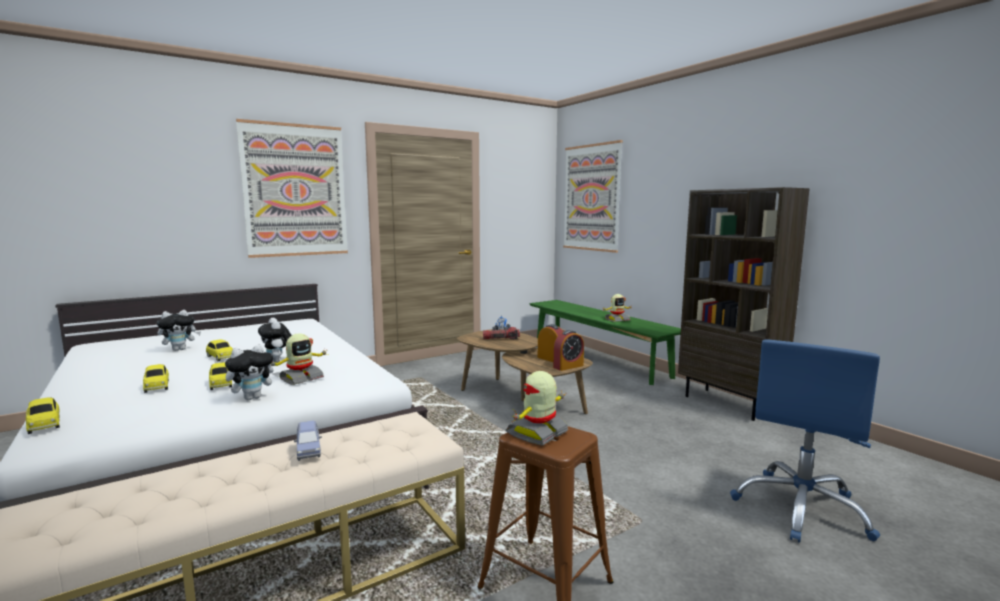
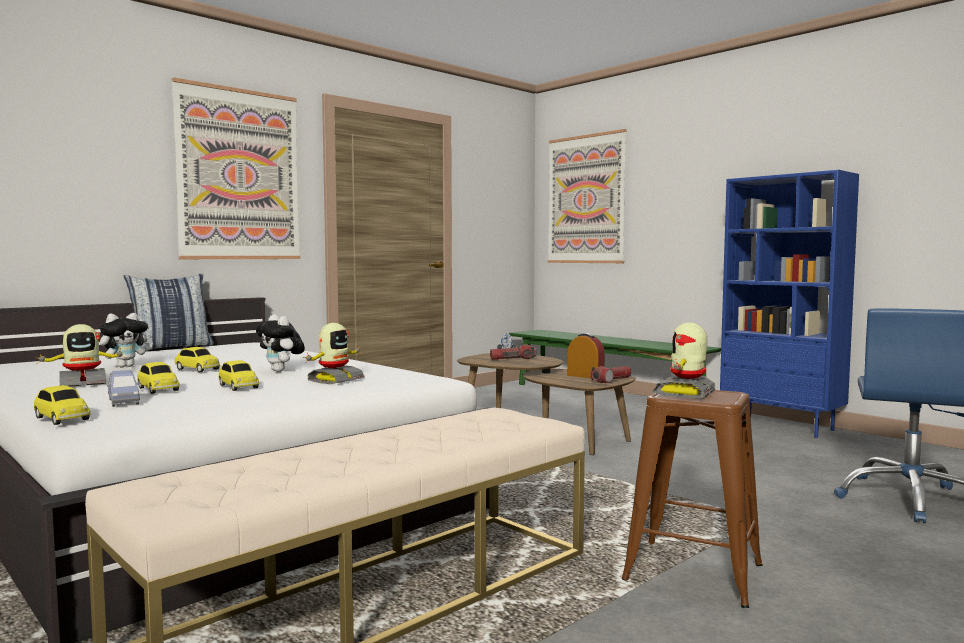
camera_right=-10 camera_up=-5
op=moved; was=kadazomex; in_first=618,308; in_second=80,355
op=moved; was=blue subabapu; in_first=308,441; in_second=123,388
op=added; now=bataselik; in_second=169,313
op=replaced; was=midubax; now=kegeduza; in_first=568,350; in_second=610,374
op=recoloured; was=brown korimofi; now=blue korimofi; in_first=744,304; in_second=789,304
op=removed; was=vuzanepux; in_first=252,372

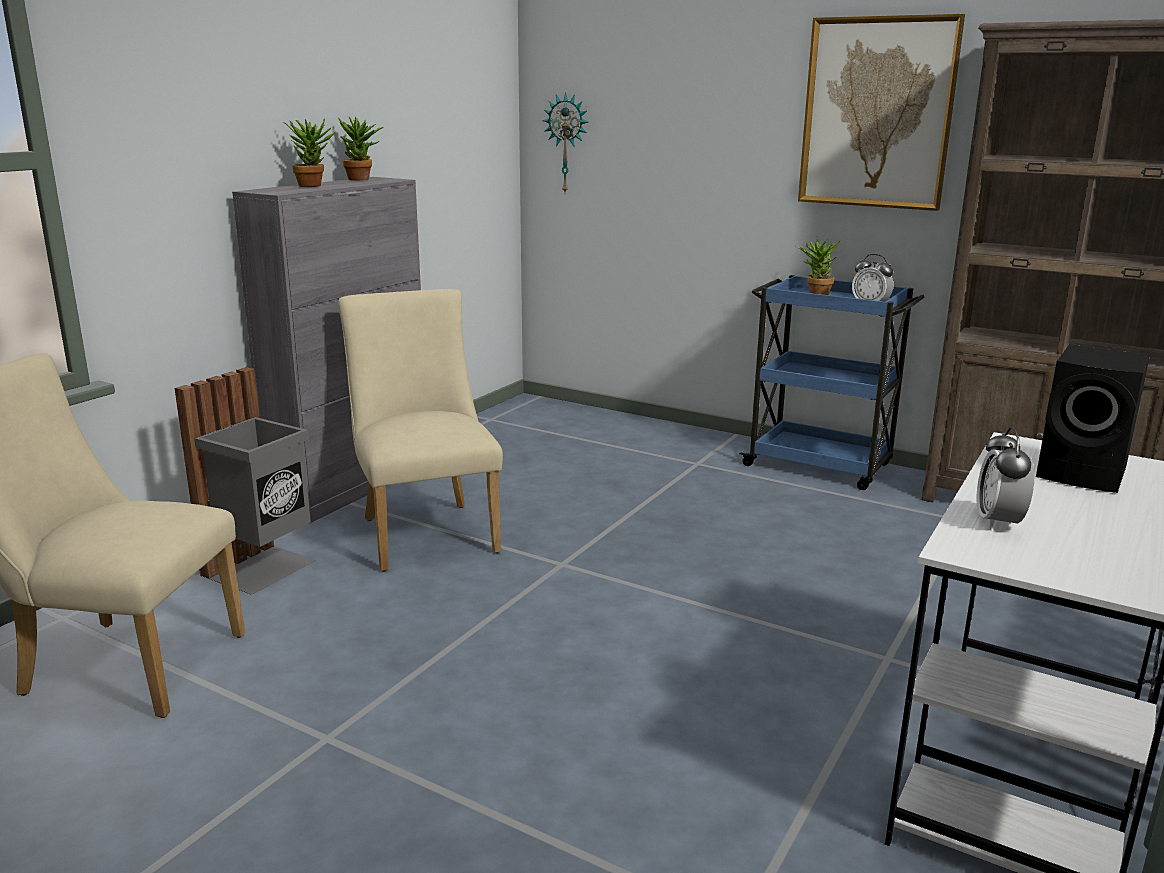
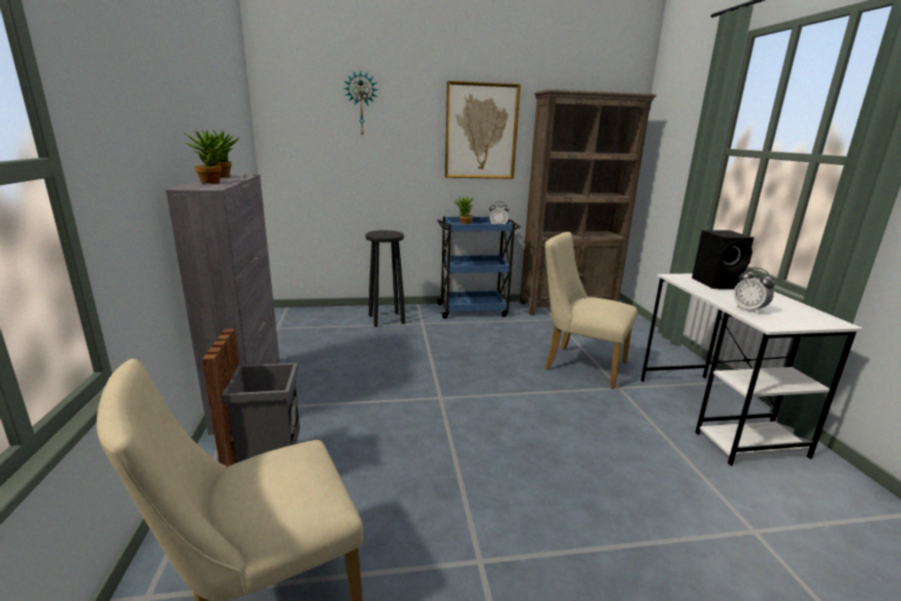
camera_right=-40 camera_up=0
op=moved; was=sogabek; in_first=565,142; in_second=361,103
op=added; now=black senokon; in_second=385,278
op=moved; was=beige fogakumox; in_first=420,430; in_second=591,310

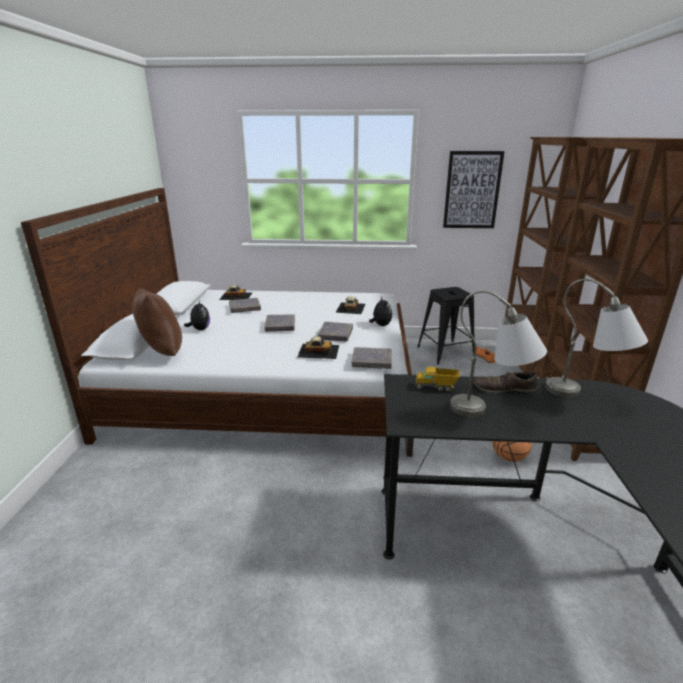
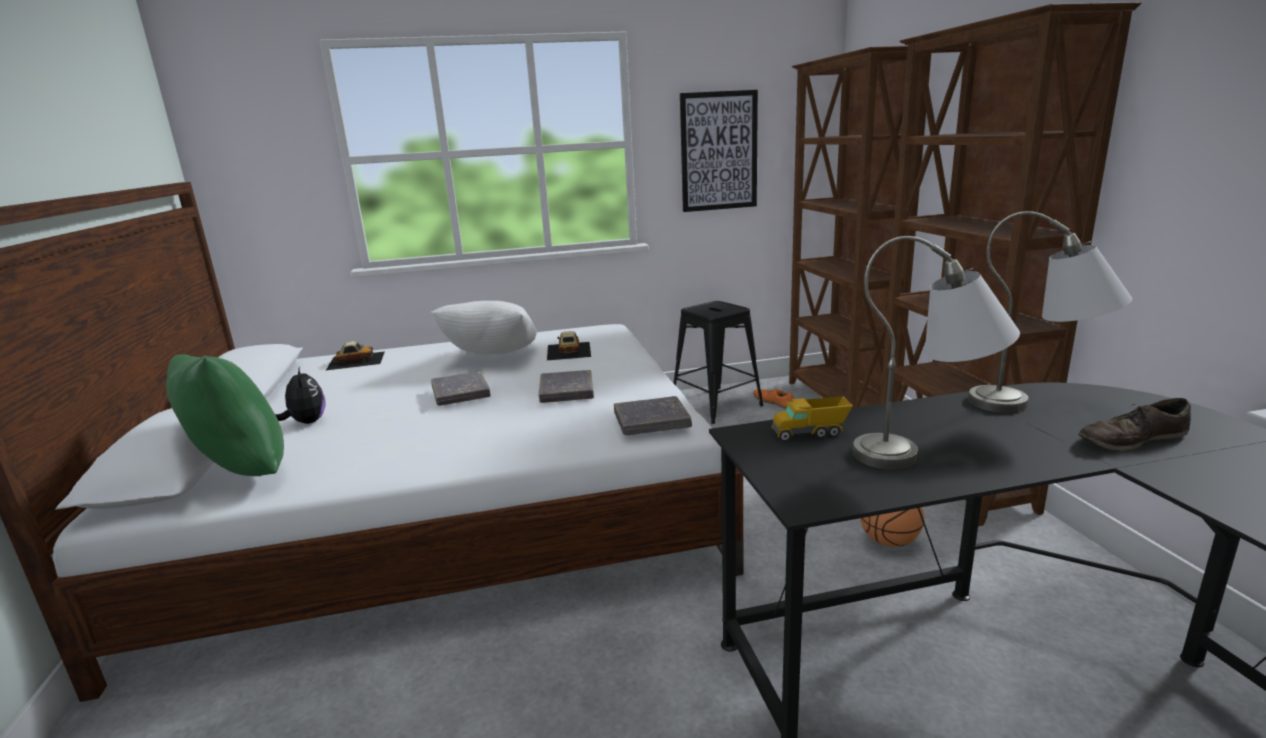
camera_right=-15 camera_up=-5
op=recoloured; was=brown bataselik; now=green bataselik; in_first=157,322; in_second=225,415
op=added; now=white bataselik; in_second=484,327
op=moved; was=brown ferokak; in_first=505,382; in_second=1134,424
op=removed; was=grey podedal; in_first=245,305
op=removed; was=subabapu; in_first=318,347
op=removed; was=vuzanepux; in_first=380,311

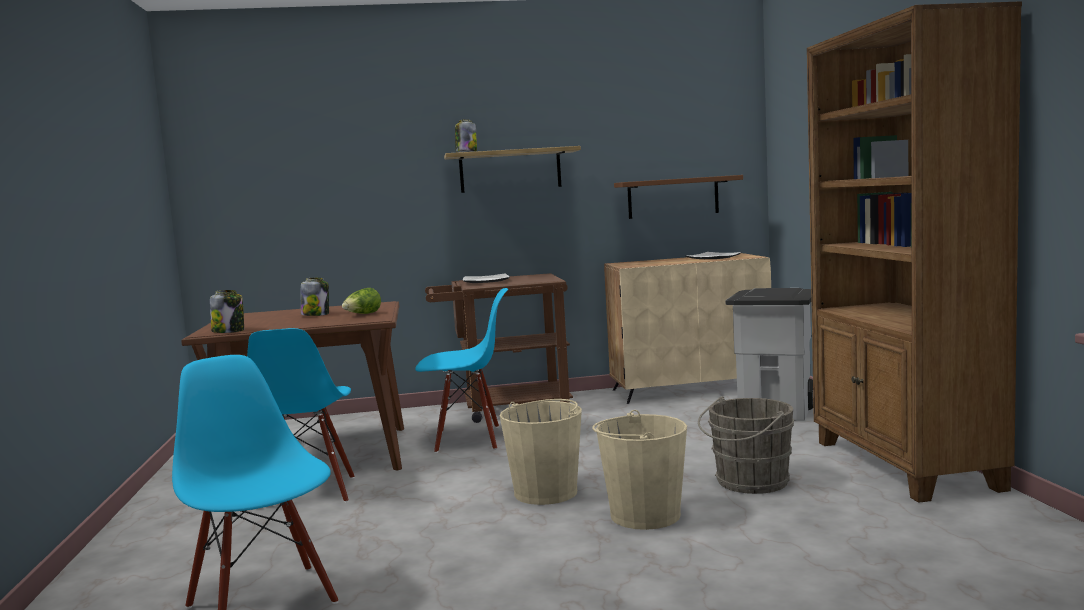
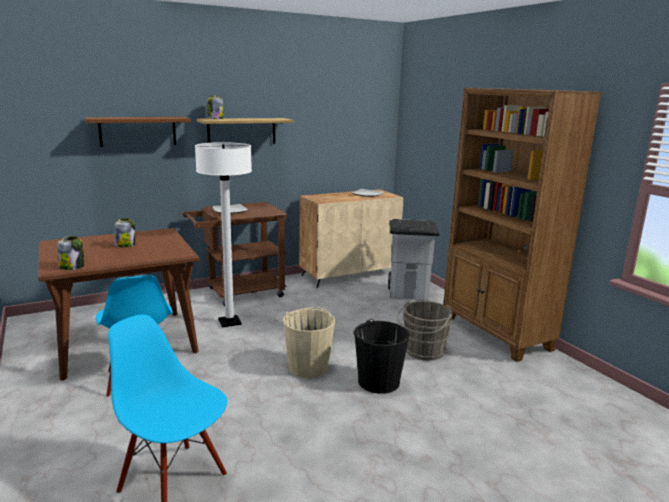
camera_right=-20 camera_up=10
op=moved; was=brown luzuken; in_first=678,197; in_second=138,132
op=replaced; was=blue fogakumox; now=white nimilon; in_first=461,370; in_second=223,234
op=recoloured; was=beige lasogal; now=black lasogal; in_first=639,470; in_second=381,356
op=removed; was=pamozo; in_first=361,301

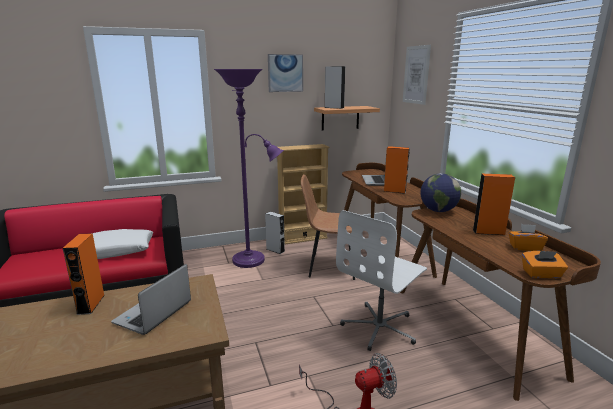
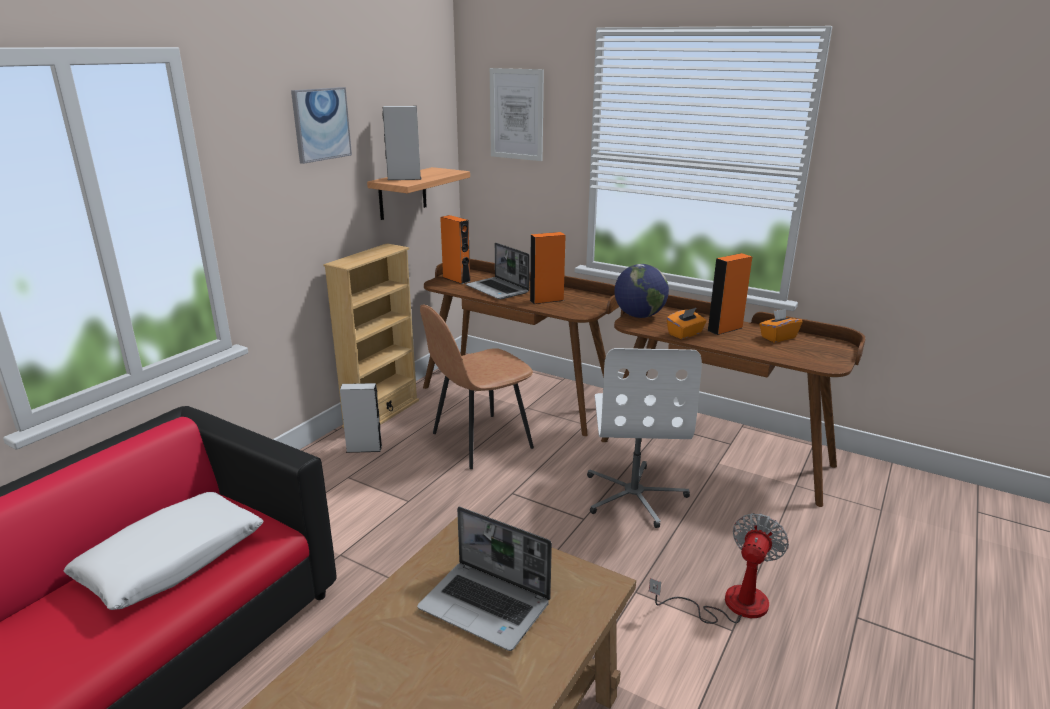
camera_right=-40 camera_up=5
op=turned; was=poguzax; in_first=151,299; in_second=484,579; clockwise=-45
op=moved; was=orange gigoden; in_first=84,274; in_second=455,249
op=moved; was=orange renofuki; in_first=545,264; in_second=687,323
op=removed; was=purple nimilon; in_first=249,168

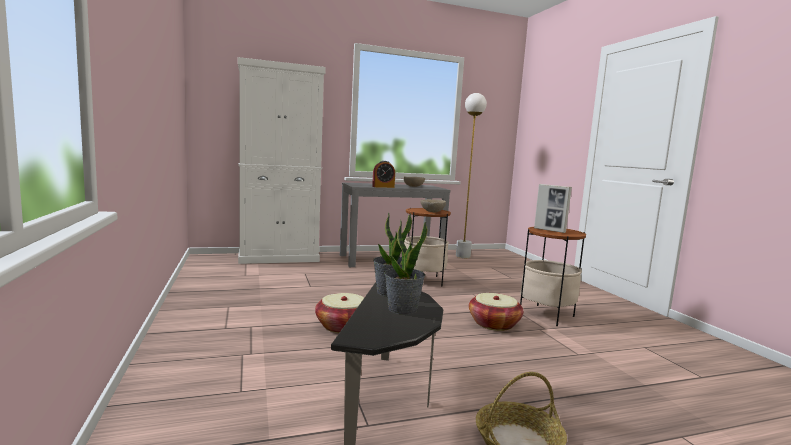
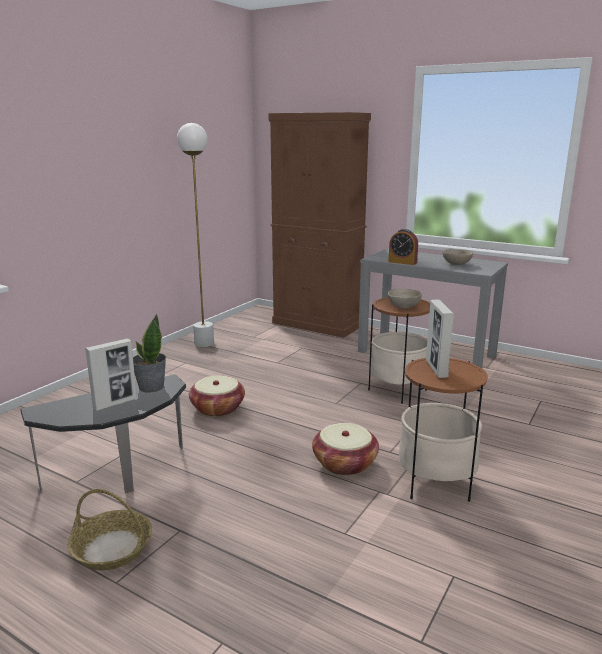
camera_right=50 camera_up=10
op=replaced; was=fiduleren; now=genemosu; in_first=406,267; in_second=111,374
op=moved; was=white nimilon; in_first=471,175; in_second=195,235
op=recoloured; was=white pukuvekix; now=brown pukuvekix; in_first=282,160; in_second=319,225

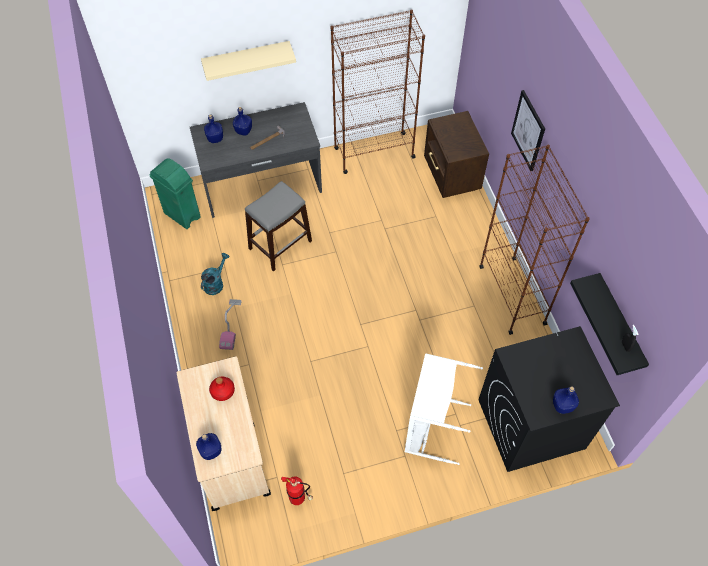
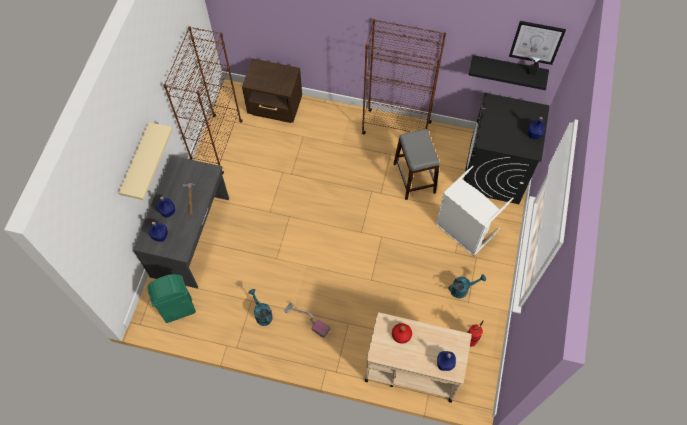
camera_right=-60 camera_up=5
op=moved; was=grey senokon; in_first=278,226; in_second=417,164
op=added; now=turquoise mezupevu; in_second=467,286
op=moved; was=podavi; in_first=528,130; in_second=537,43

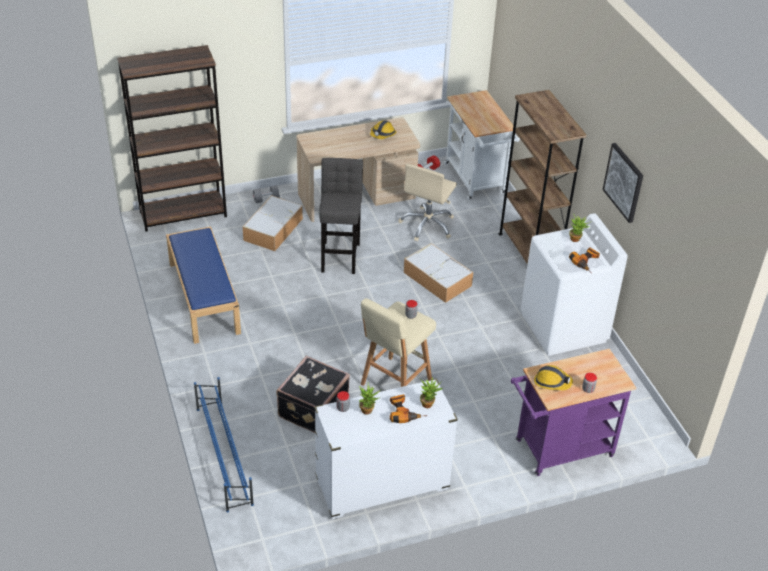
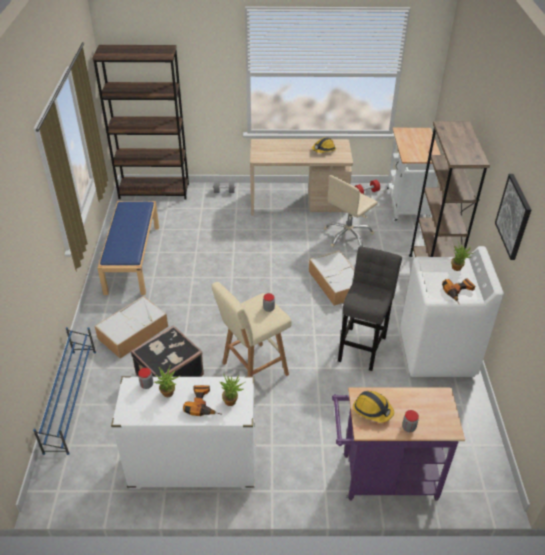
camera_right=20 camera_up=0
op=moved; was=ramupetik; in_first=273,223; in_second=131,327
op=moved; was=grey senokon; in_first=341,216; in_second=370,309

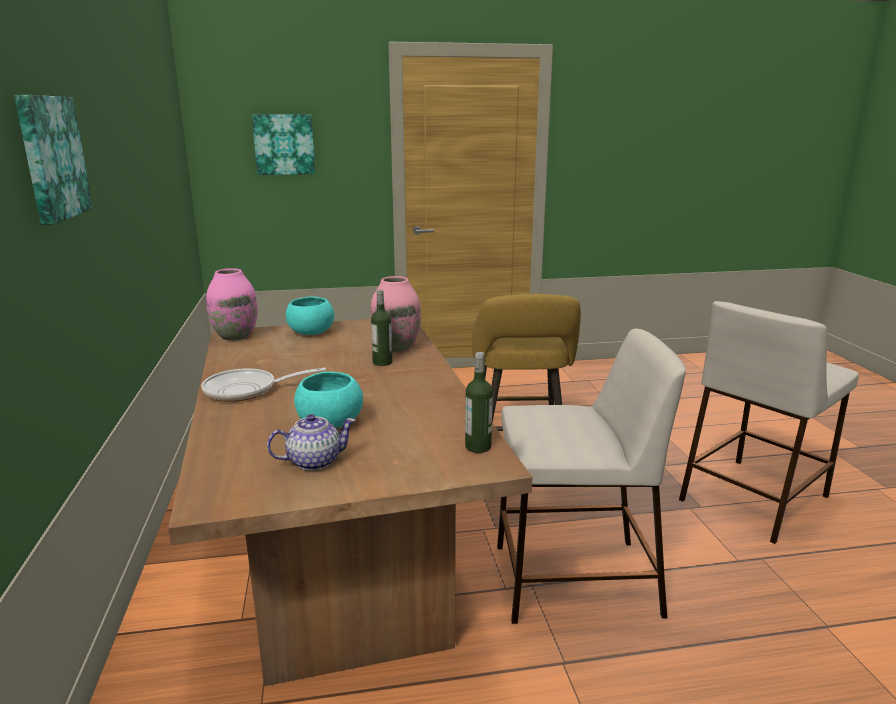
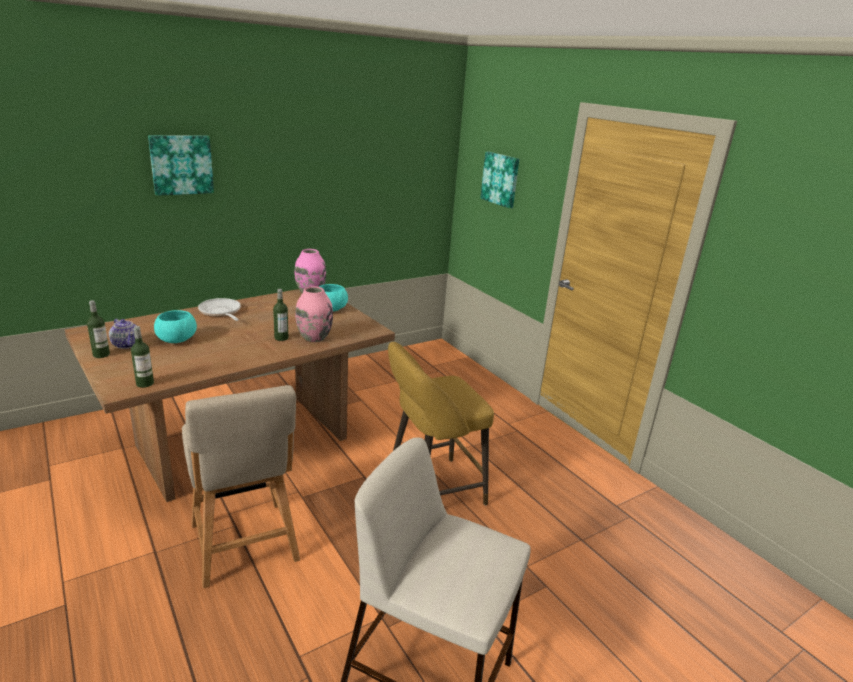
camera_right=65 camera_up=5
op=added; now=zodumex; in_second=98,329
op=replaced; was=beige senokon; now=beige fogakumox; in_first=591,476; in_second=241,486

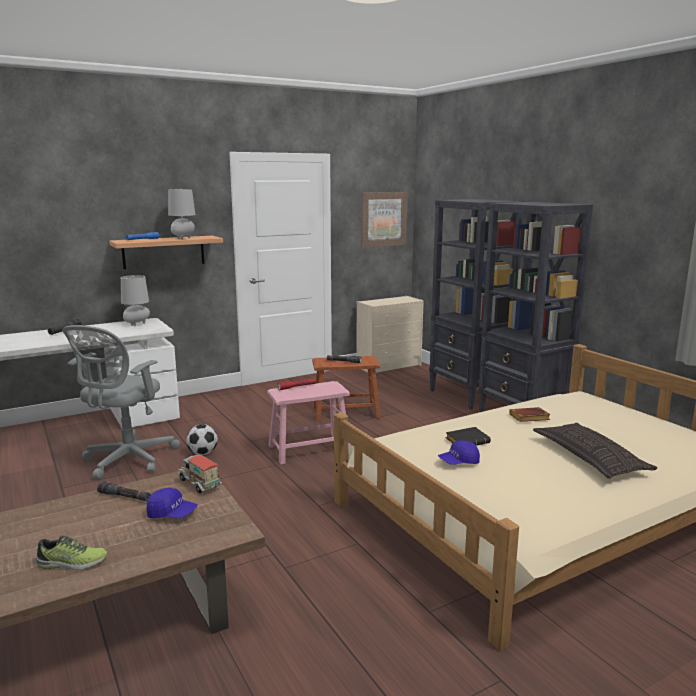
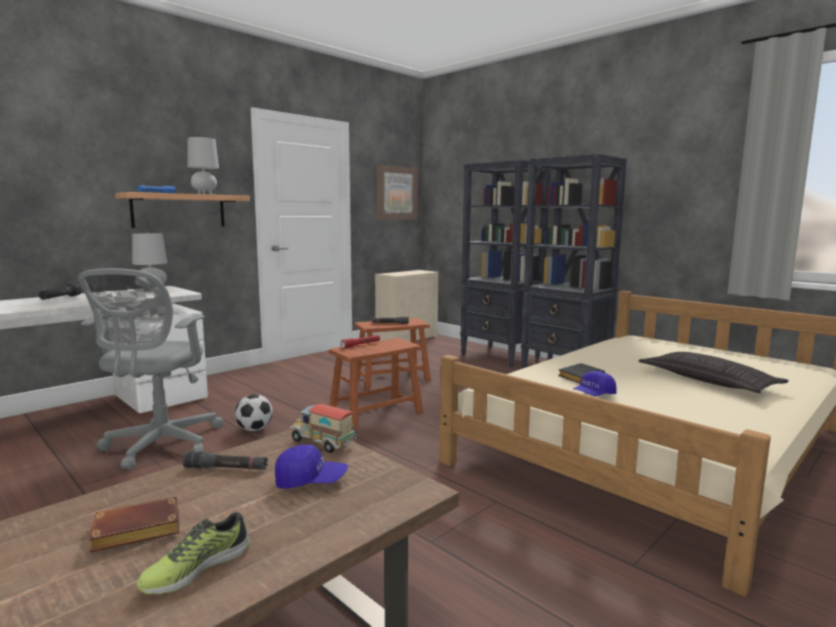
camera_right=-15 camera_up=-5
op=moved; was=brown podedal; in_first=529,414; in_second=134,525
op=turned; was=ferokak; in_first=71,552; in_second=193,553; clockwise=150
op=recoloured; was=pink senokon; now=brown senokon; in_first=309,422; in_second=376,384

